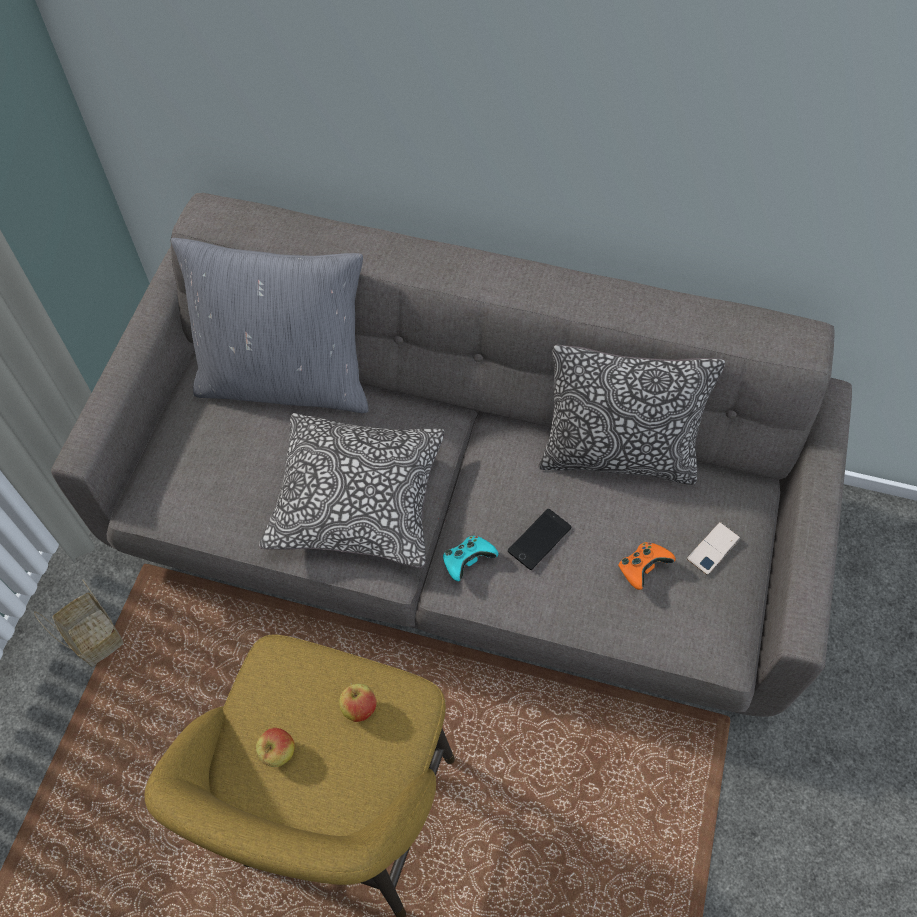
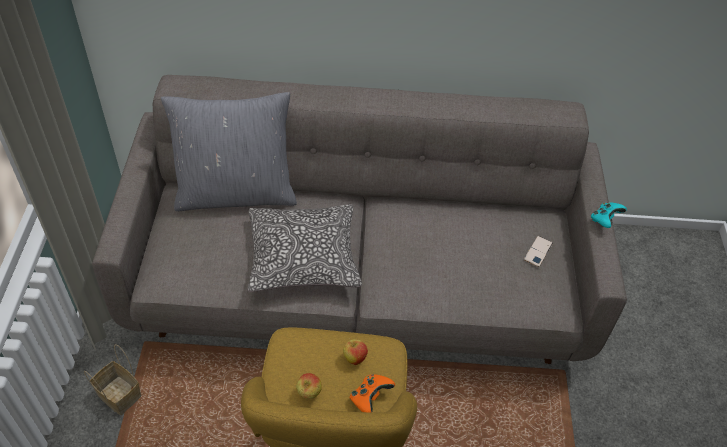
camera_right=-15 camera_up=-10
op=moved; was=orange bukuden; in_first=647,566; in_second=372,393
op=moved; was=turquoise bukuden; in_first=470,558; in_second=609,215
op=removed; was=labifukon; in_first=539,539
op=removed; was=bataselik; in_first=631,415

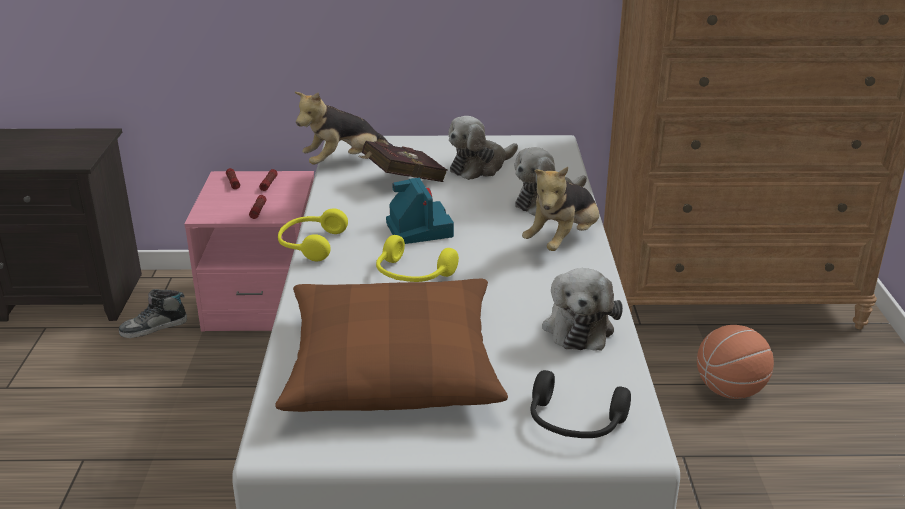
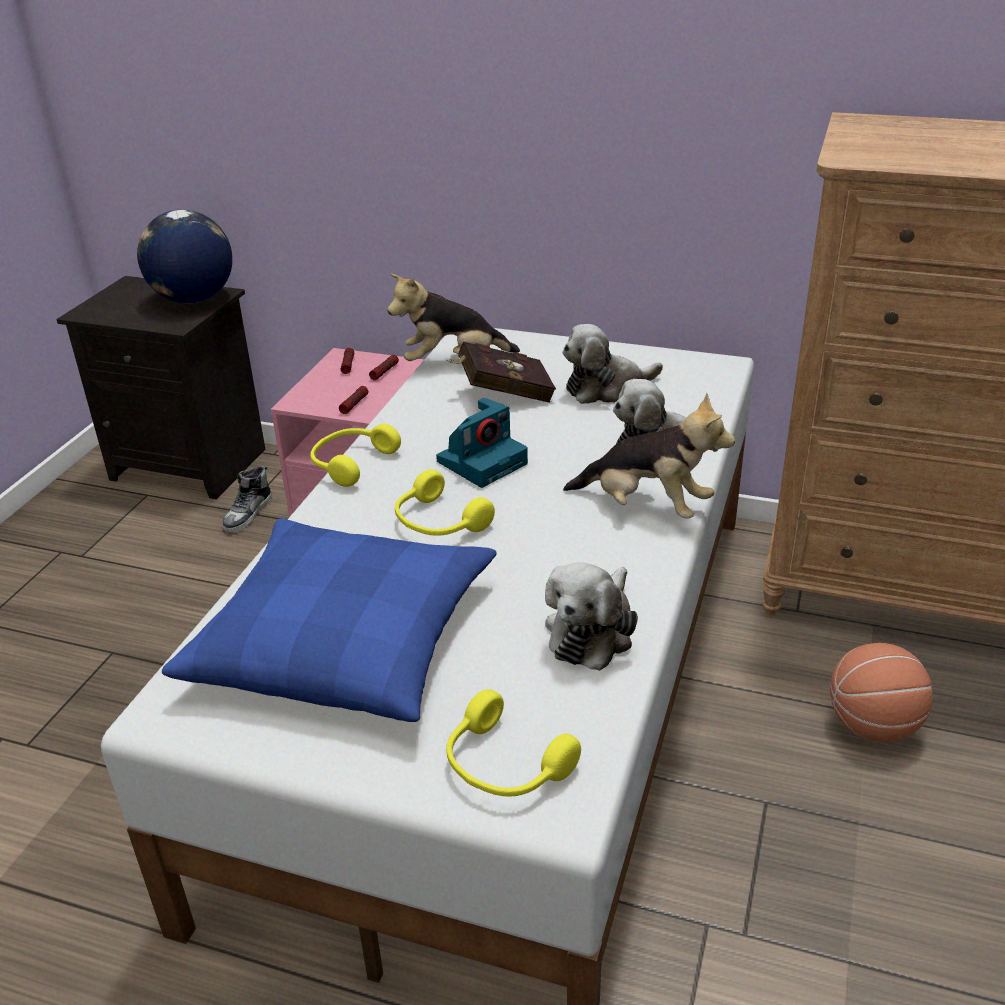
camera_right=20 camera_up=5
op=added; now=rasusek; in_second=184,256
op=recoloured; was=brown bataselik; now=blue bataselik; in_first=391,345; in_second=329,620
op=turned; was=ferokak; in_first=153,313; in_second=247,499; clockwise=-60
op=turned; was=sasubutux; in_first=420,211; in_second=482,443; clockwise=45
op=recoloured; was=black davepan; now=yellow davepan; in_first=581,404; in_second=513,743
op=turned; was=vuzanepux; in_first=560,209; in_second=649,456; clockwise=-120

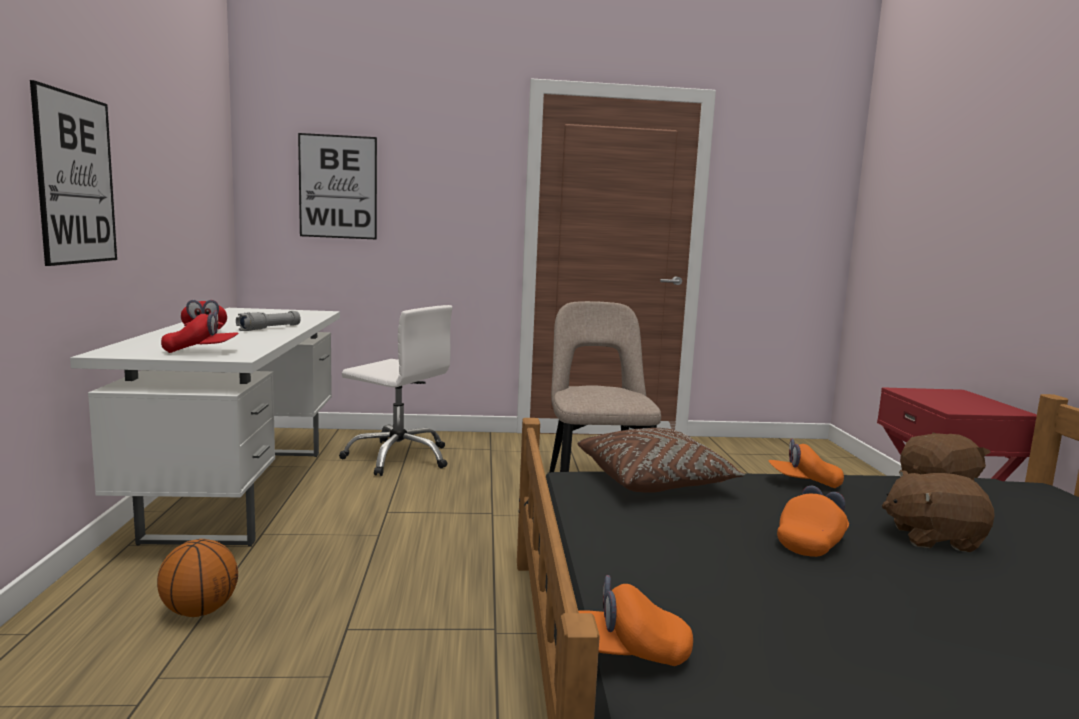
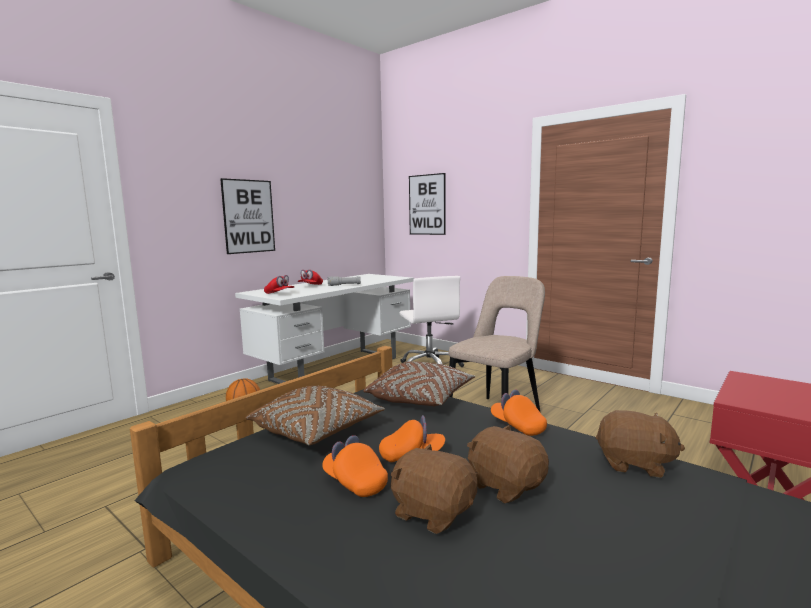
camera_right=45 camera_up=0
op=added; now=brown bataselik; in_second=315,415
op=moved; was=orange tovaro; in_first=635,620; in_second=355,466
op=added; now=brown vuzanepux; in_second=434,489

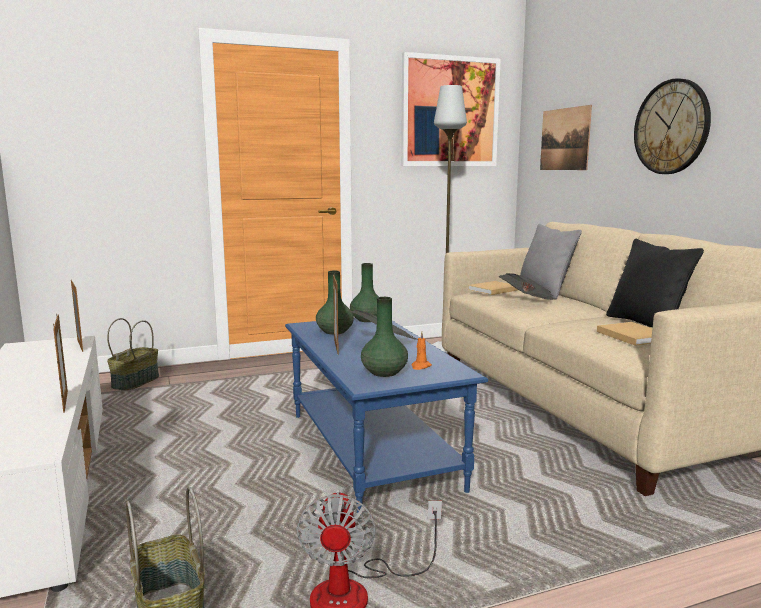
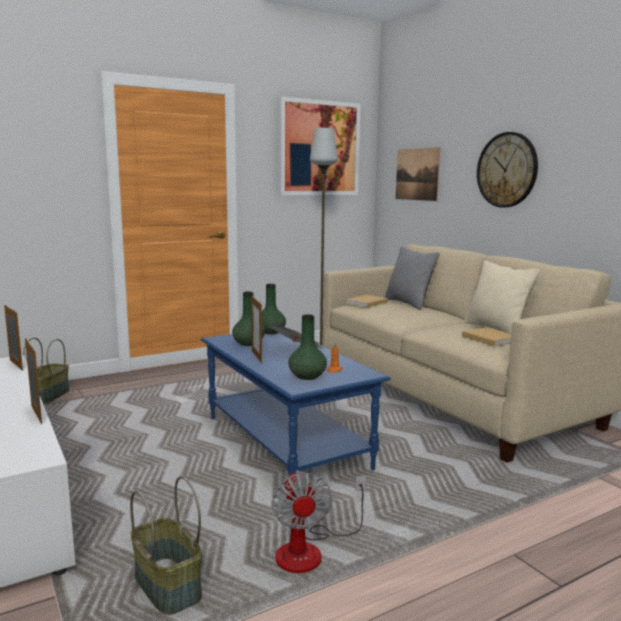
camera_right=-10 camera_up=0
op=recoloured; was=black bataselik; now=beige bataselik; in_first=655,283; in_second=502,297
op=removed; was=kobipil; in_first=526,286

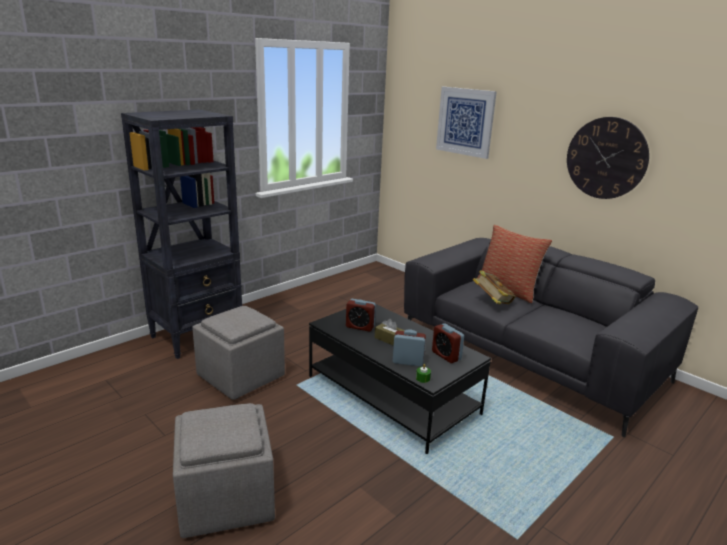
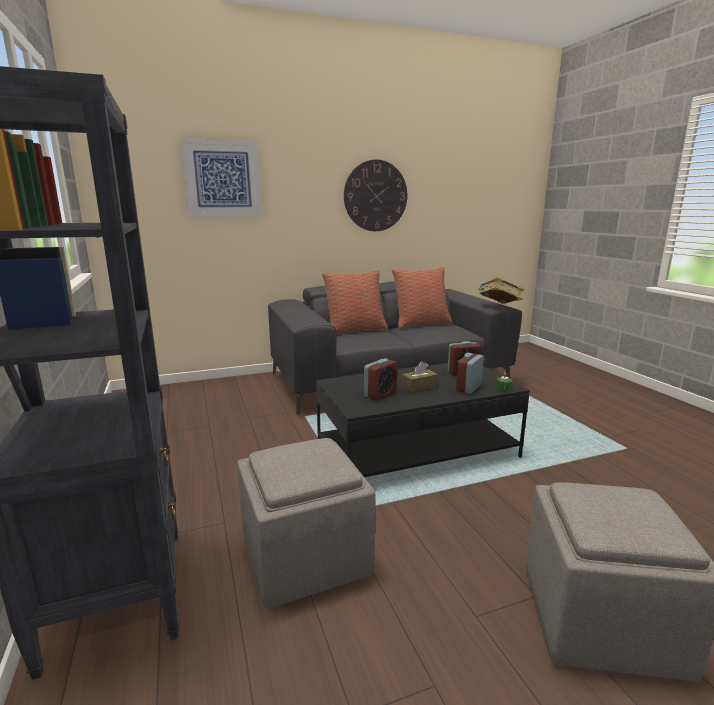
camera_right=-65 camera_up=-5
op=added; now=bataselik; in_second=422,298
op=moved; was=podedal; in_first=494,287; in_second=501,290

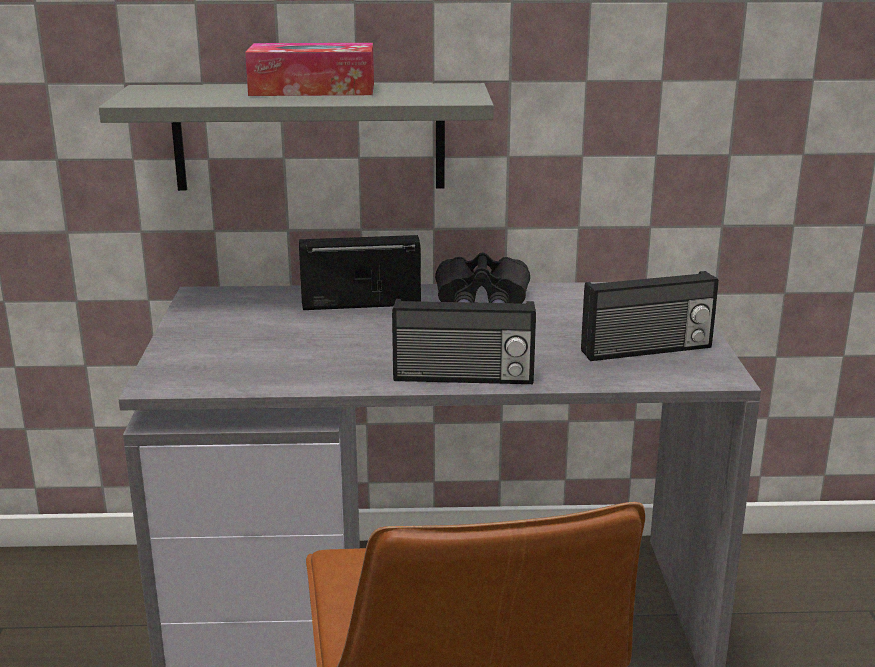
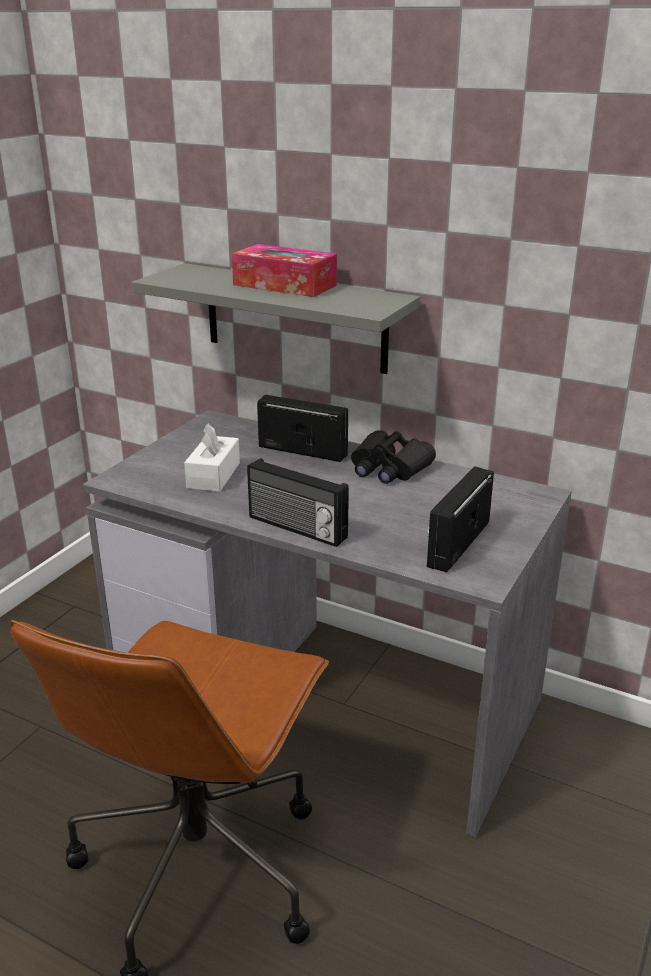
camera_right=30 camera_up=5
op=added; now=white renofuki; in_second=212,458
op=turned; was=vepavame; in_first=650,316; in_second=460,519; clockwise=105

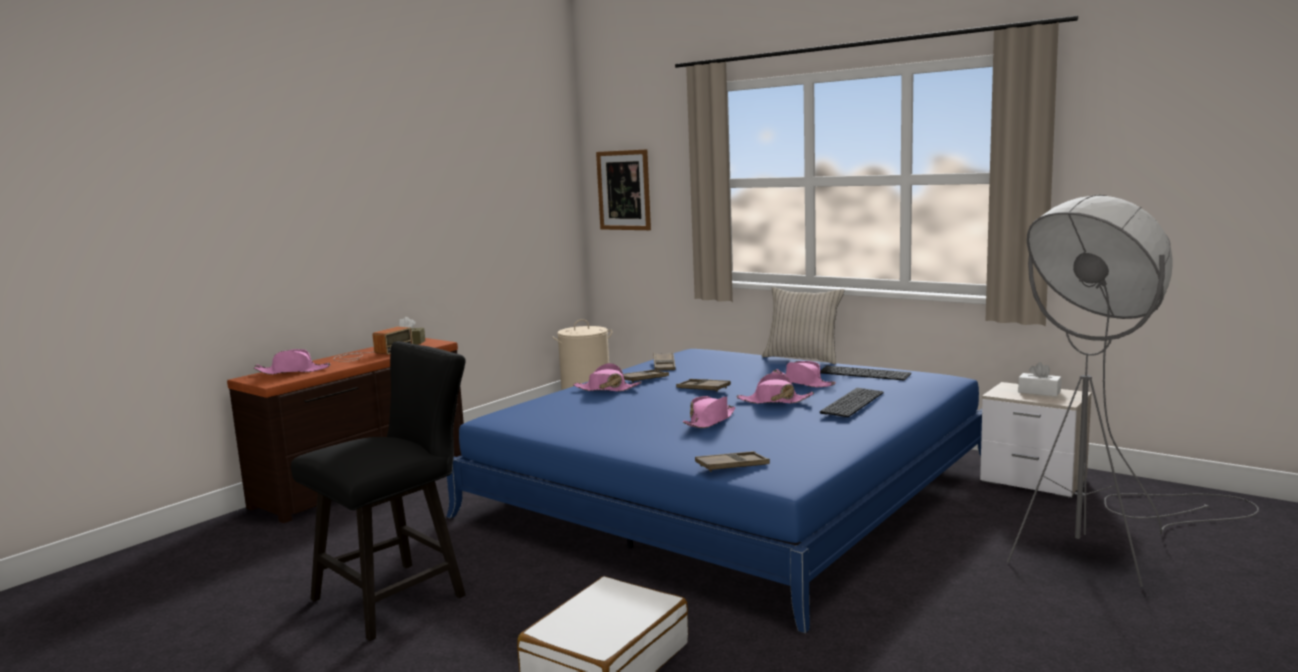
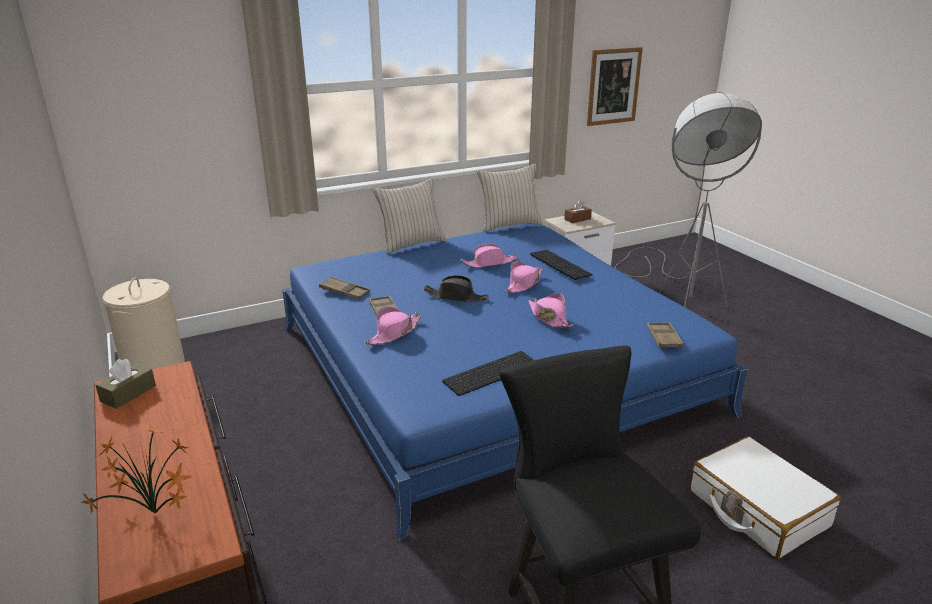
camera_right=-65 camera_up=15
op=replaced; was=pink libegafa; now=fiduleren; in_first=291,362; in_second=137,470
op=replaced; was=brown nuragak; now=black libegafa; in_first=703,385; in_second=456,288
op=moved; was=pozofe; in_first=865,373; in_second=488,373
op=added; now=beige bataselik; in_second=510,198
op=recoloured; was=white renofuki; now=brown renofuki; in_first=1039,379; in_second=578,211
op=moved; was=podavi; in_first=623,189; in_second=615,86
op=removed; was=vepavame; in_first=374,344

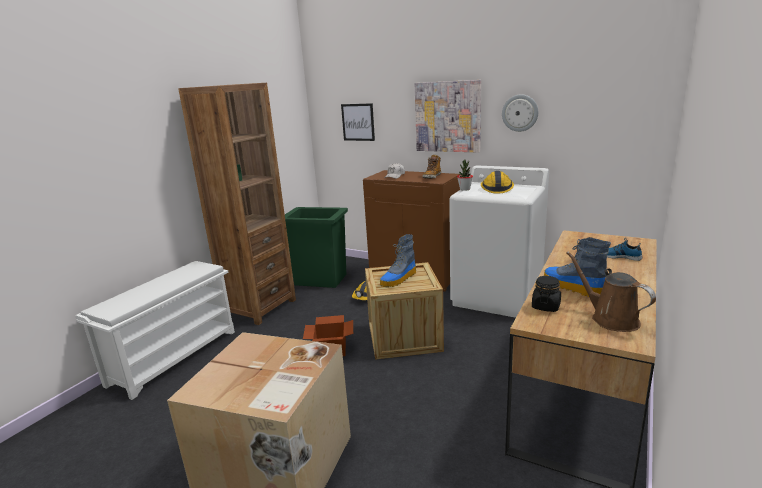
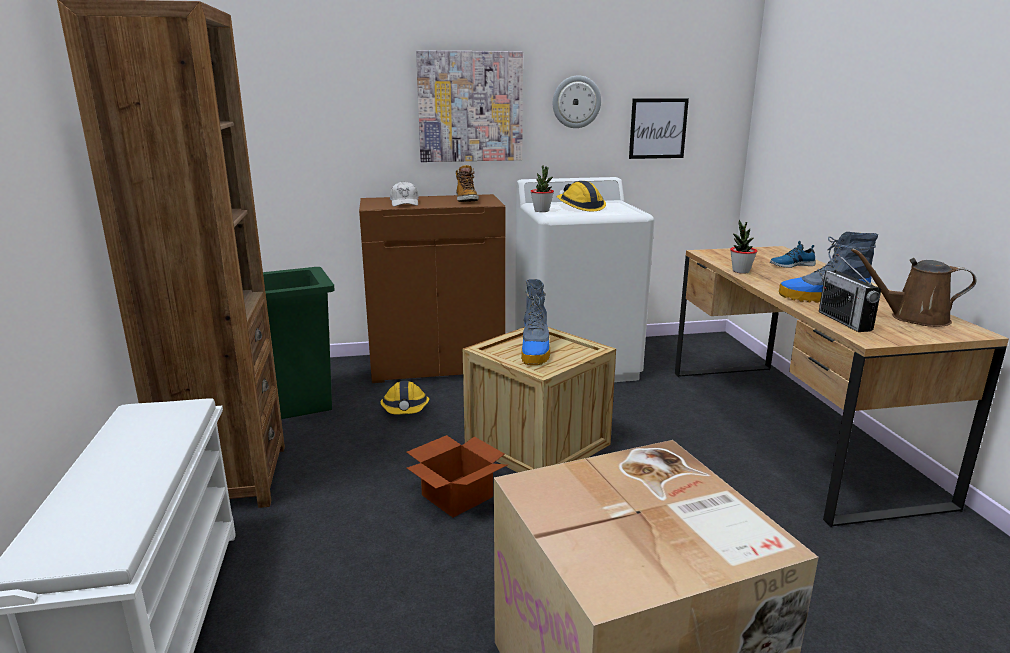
camera_right=-40 camera_up=0
op=moved; was=podavi; in_first=358,122; in_second=659,128
op=added; now=fiduleren; in_second=743,247
op=replaced; was=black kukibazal; now=vepavame; in_first=546,294; in_second=850,293

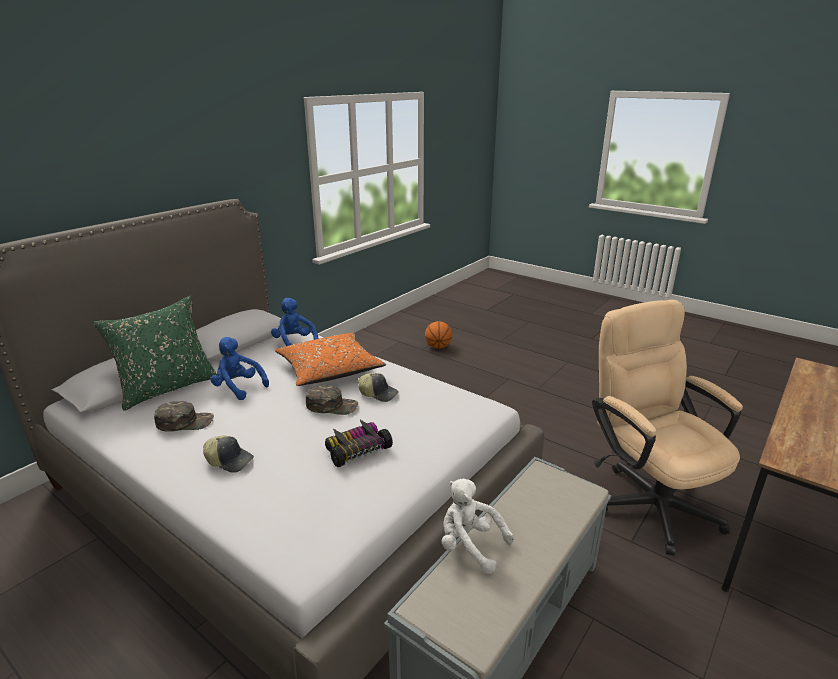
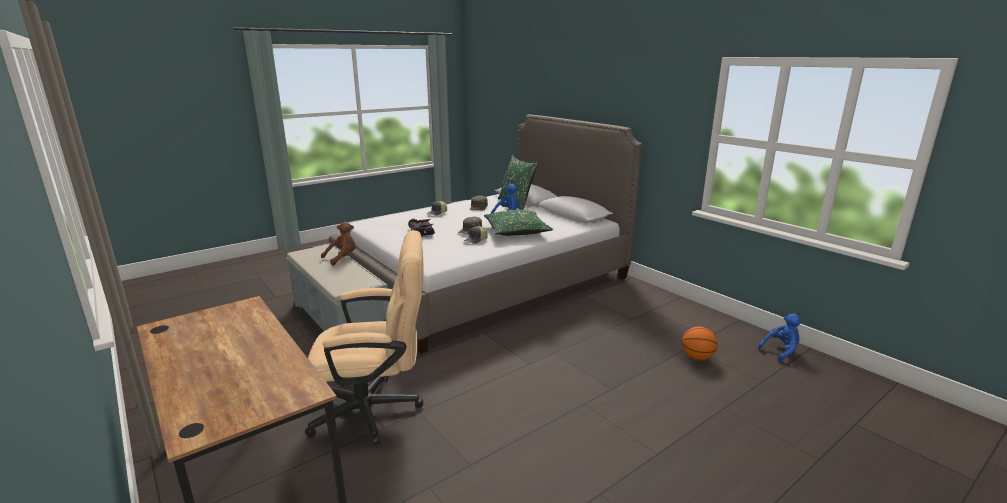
camera_right=105 camera_up=-5
op=recoloured; was=white vuzanepux; now=brown vuzanepux; in_first=477,526; in_second=338,244
op=recoloured; was=orange bataselik; now=green bataselik; in_first=330,359; in_second=518,223
op=moved; was=blue vuzanepux; in_first=294,322; in_second=780,337

